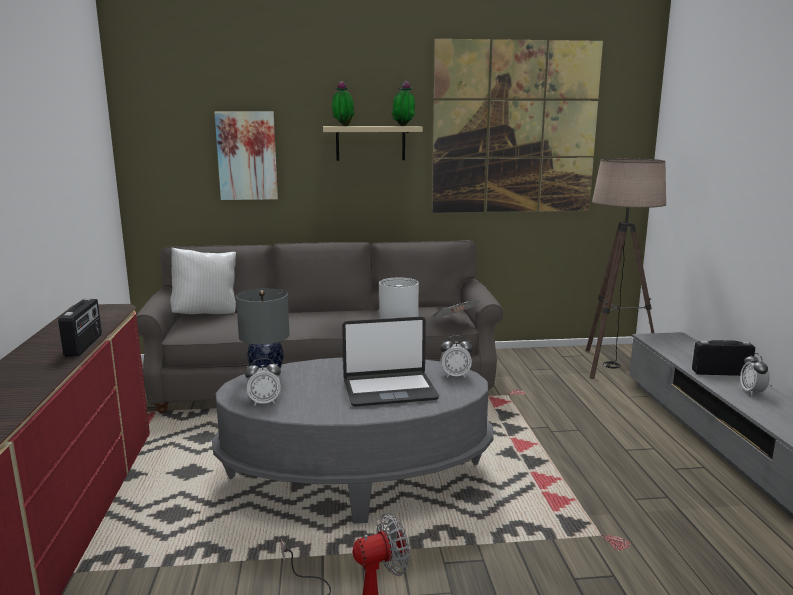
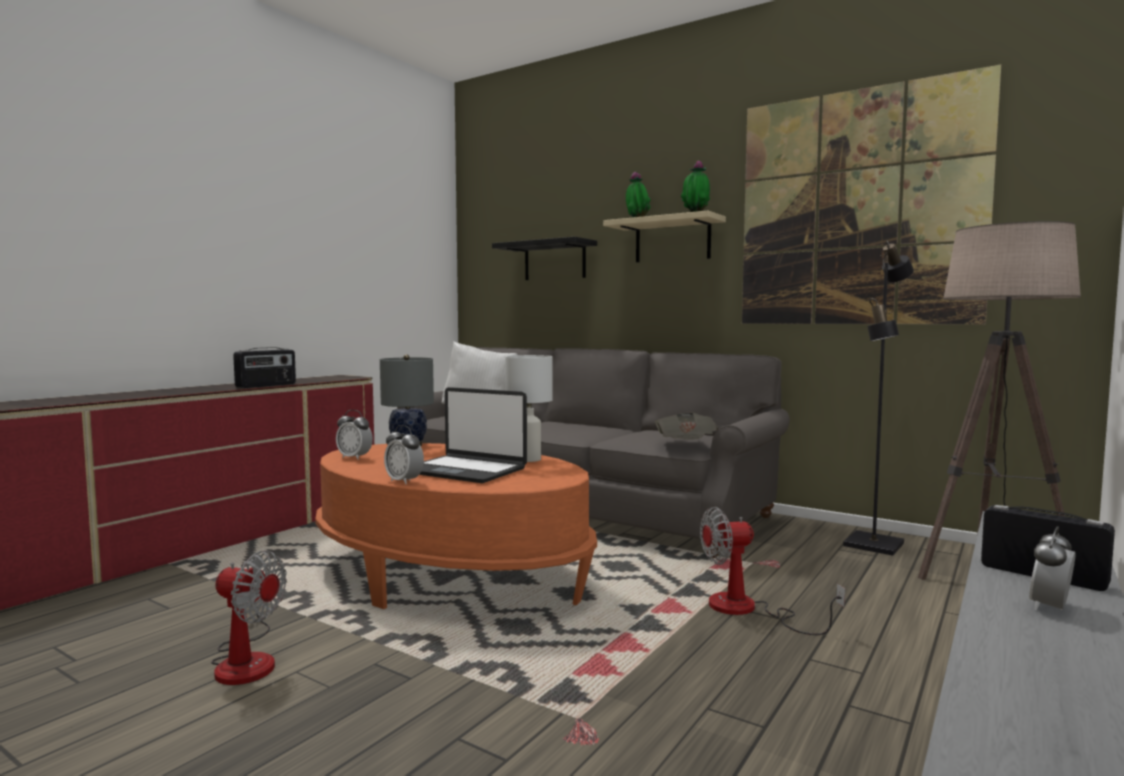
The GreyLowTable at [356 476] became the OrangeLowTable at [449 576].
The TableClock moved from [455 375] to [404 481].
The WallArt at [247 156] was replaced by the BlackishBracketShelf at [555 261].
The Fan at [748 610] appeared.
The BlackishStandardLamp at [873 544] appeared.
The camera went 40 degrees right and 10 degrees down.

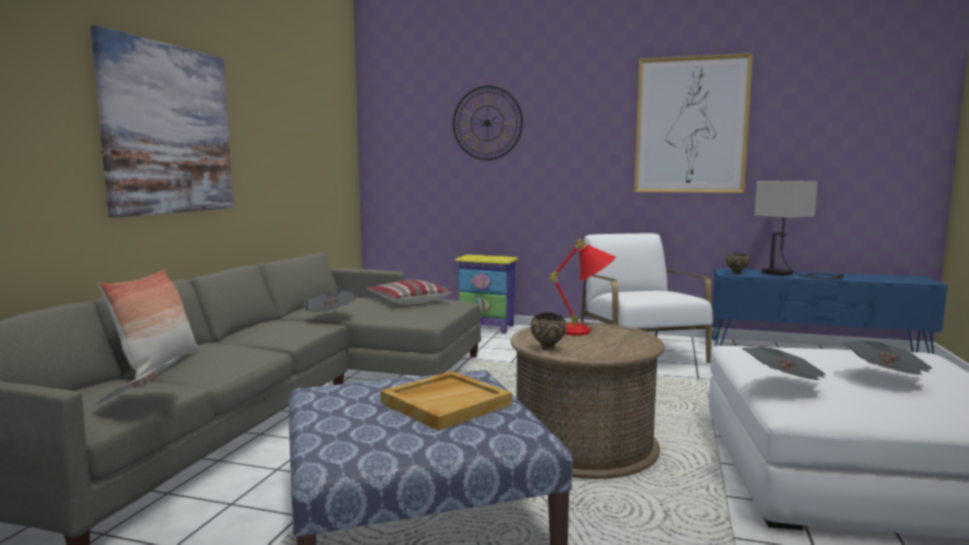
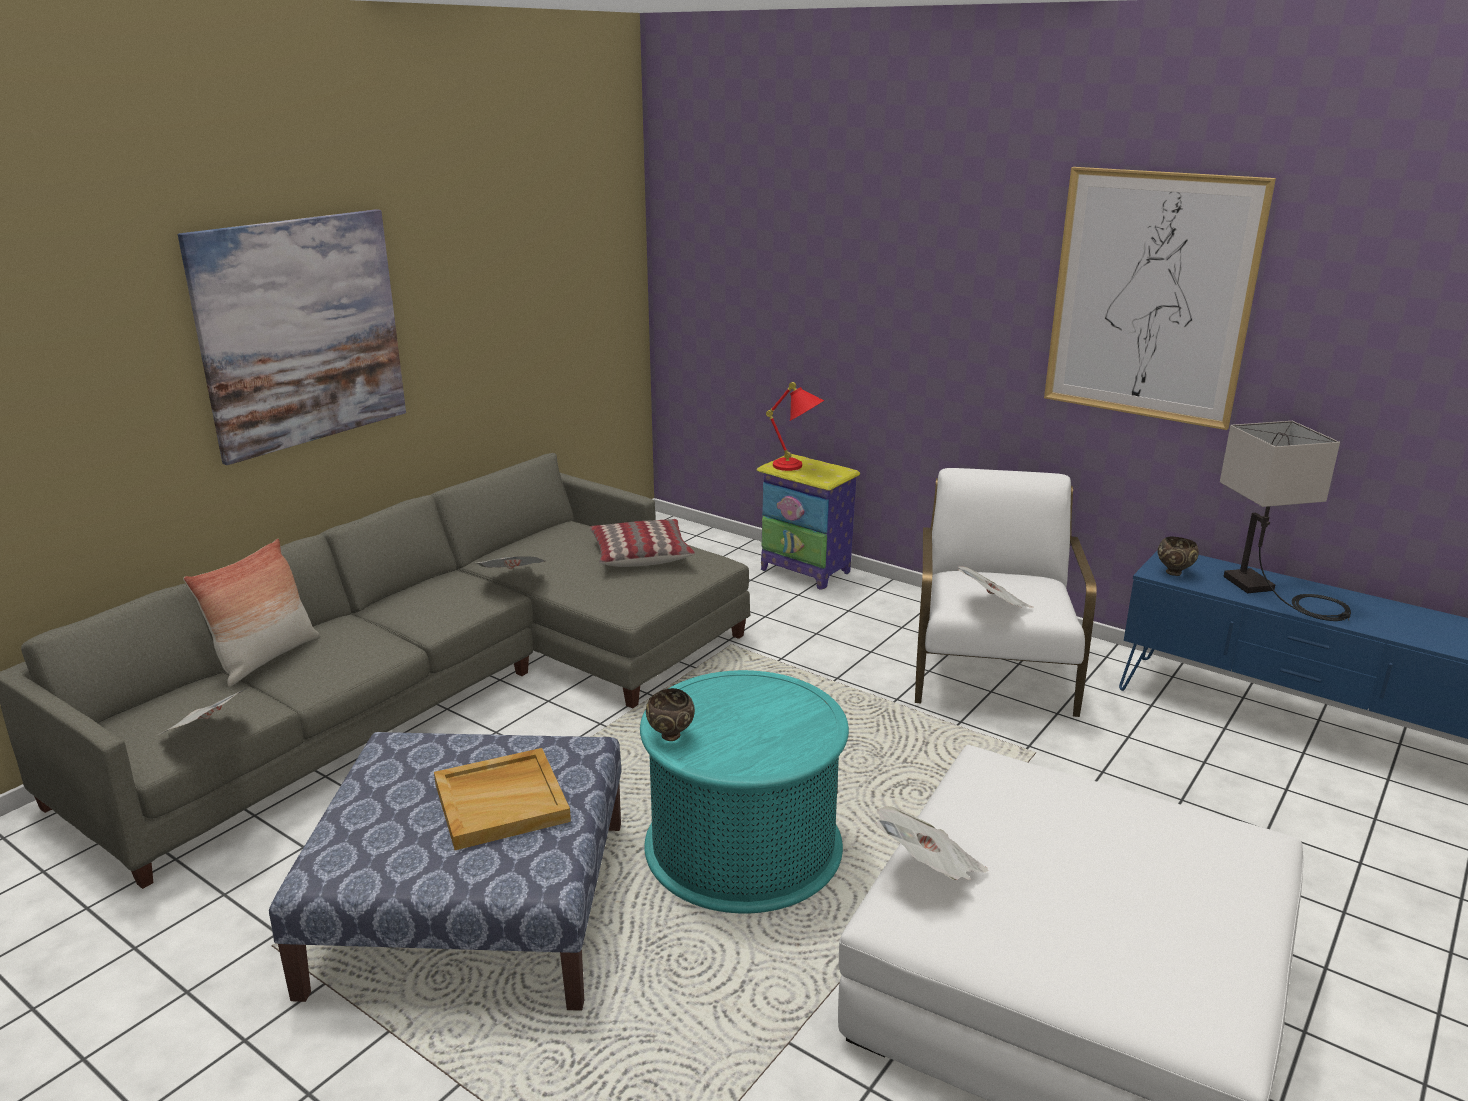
The BrownishLowTable at [583 444] became the TurquoiseLowTable at [743 845].
The RedColouredLampForATable moved from [586 332] to [797 467].
The PrintedPaper moved from [887 379] to [993 606].
The ClockOnTheWall at [487 123] disappeared.
The camera went 20 degrees right and 15 degrees up.

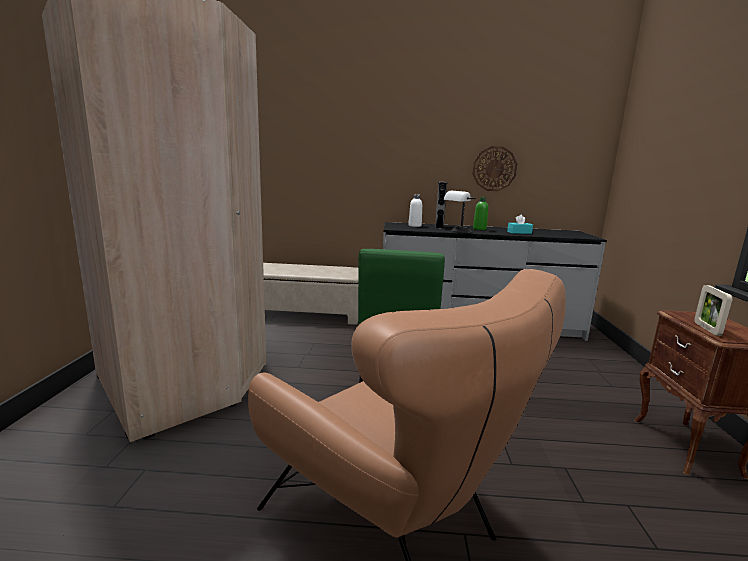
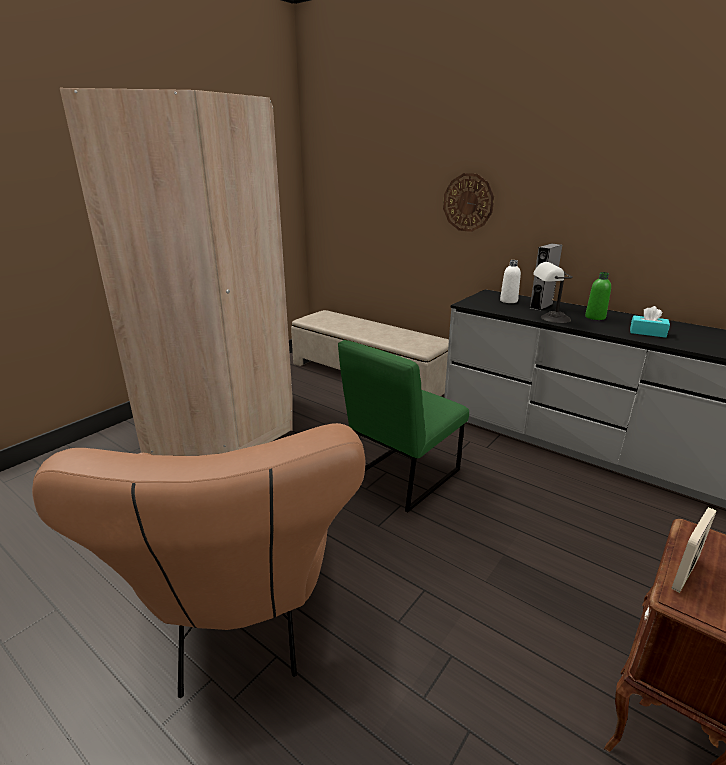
The ClockOnTheWall moved from [494 169] to [468 202].
The camera went 35 degrees right and 10 degrees up.

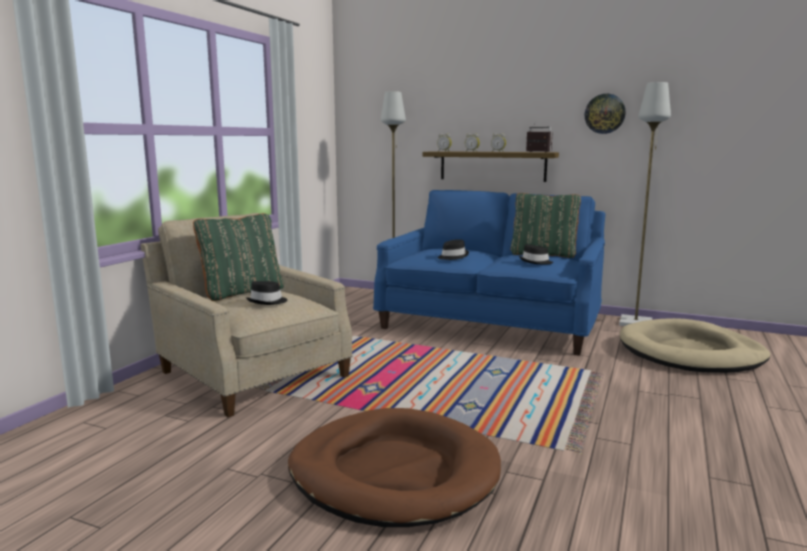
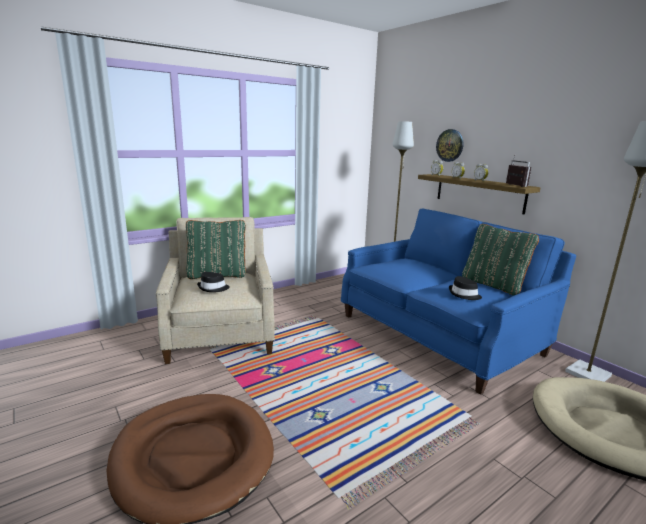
The ClockOnTheWall moved from [605 113] to [450 145].
The BlackishClothingHat at [452 257] disappeared.
The camera went 30 degrees right and 5 degrees up.

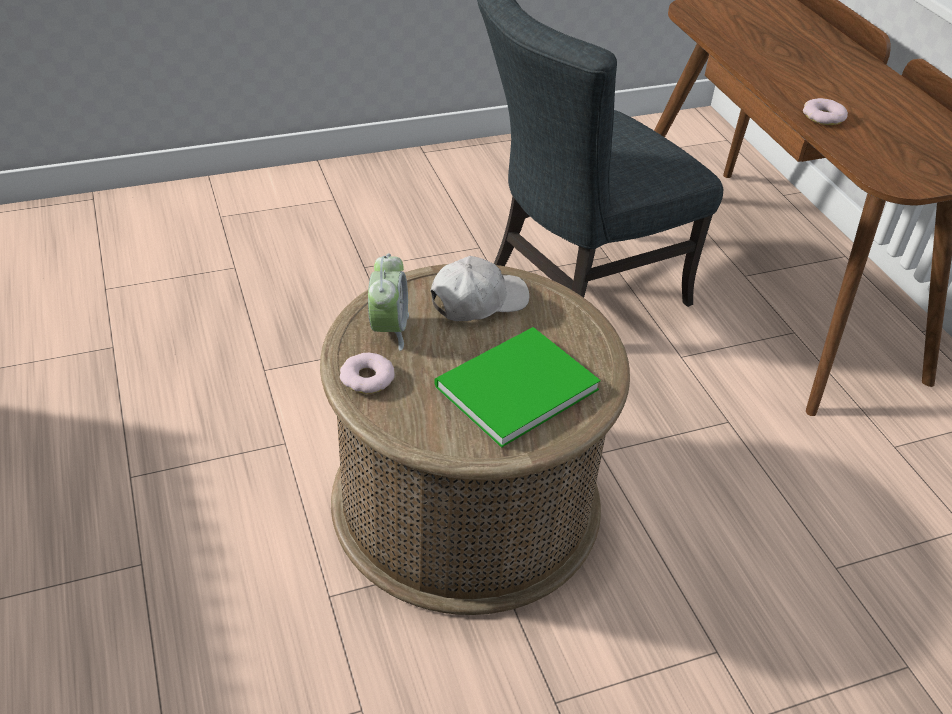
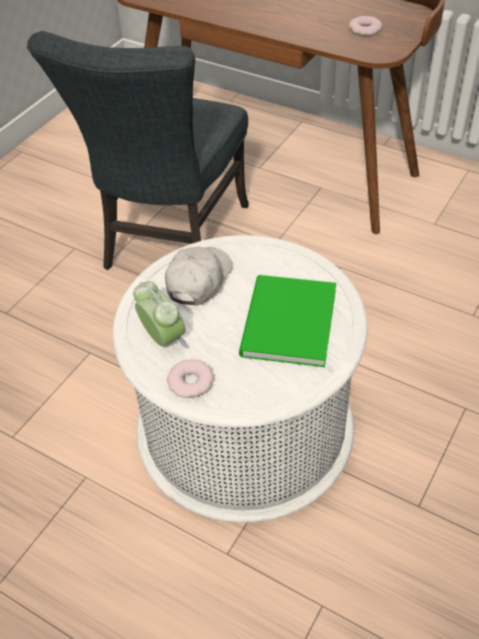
The BrownishLowTable at [466 500] became the WhitishLowTable at [245 425].
The Donut moved from [823 116] to [365 30].
The camera went 35 degrees left and 5 degrees up.

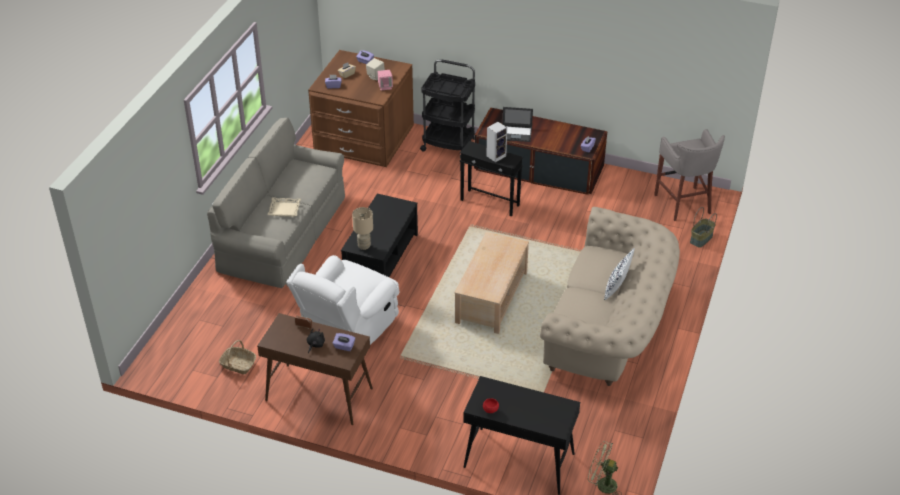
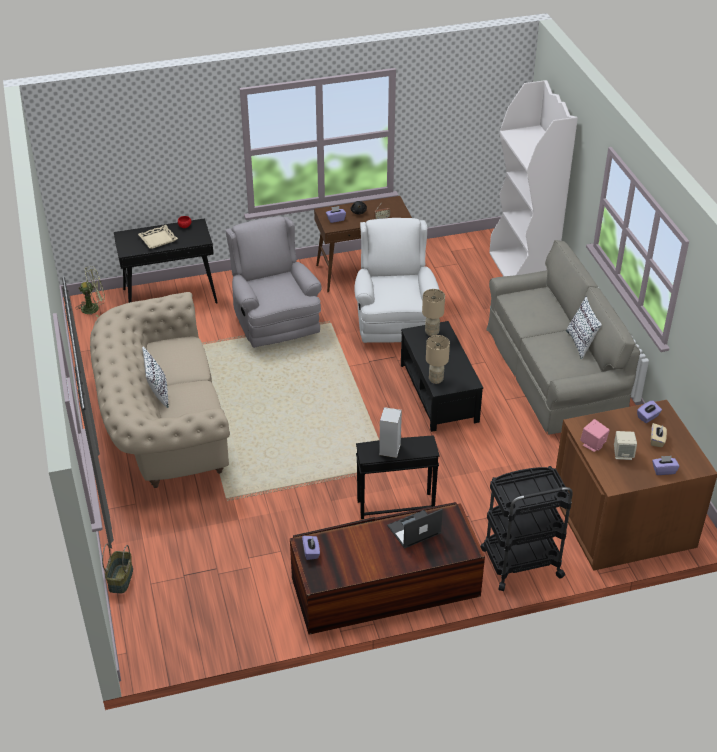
The BeigeCarryingTray moved from [284 209] to [158 239].
The GreyLoungeChair at [274 321] appeared.
The BeigeLampForATable at [435 380] appeared.
The WhitishBookcase at [522 271] appeared.
The WhitishPillow at [580 344] appeared.
The Basket at [238 364] disappeared.
The BeigeLowTable at [492 298] disappeared.
The GreyStoolSeat at [684 204] disappeared.
The camera went 145 degrees right and 0 degrees up.

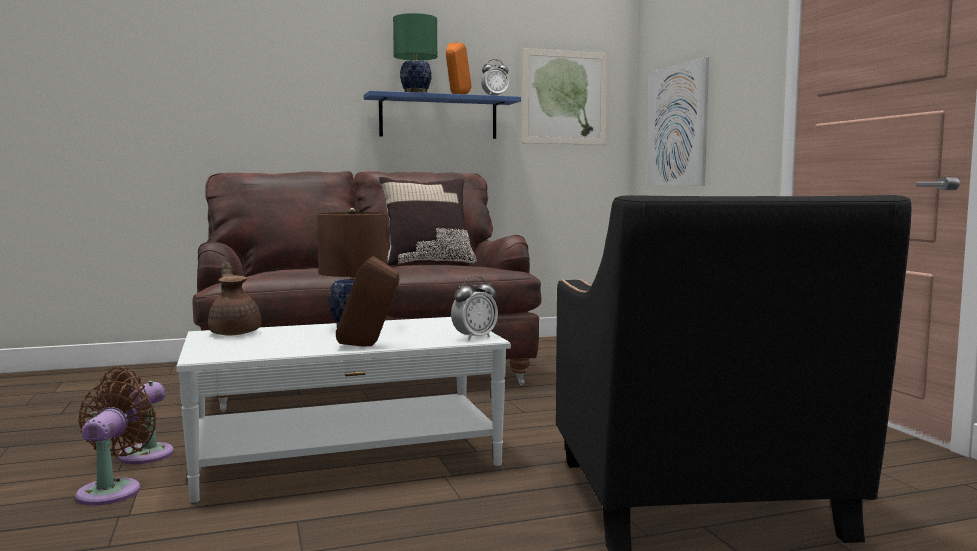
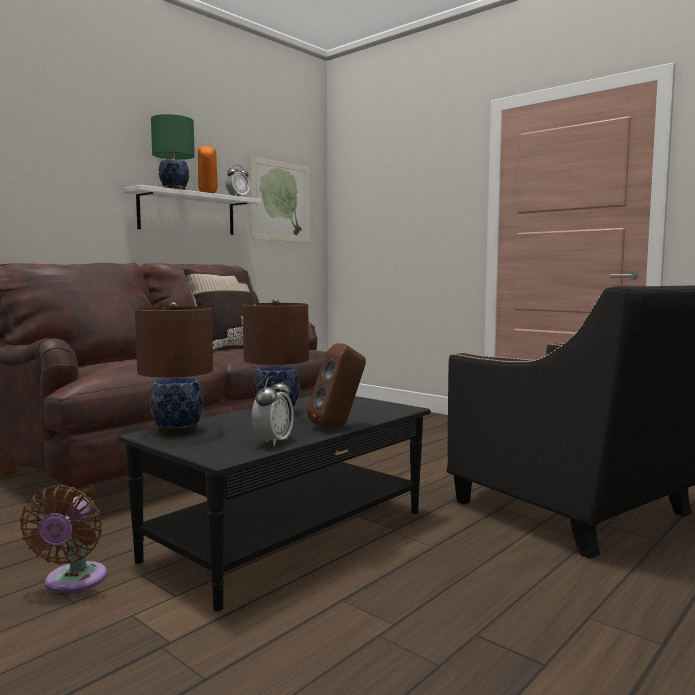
The WhitishLowTable at [348 459] became the BlackishLowTable at [291 536].
The BluishBracketShelf at [438 117] became the WhitishBracketShelf at [187 213].
The BrownishTeaPot at [235 333] was replaced by the BrownishLampForATable at [178 430].
The TableClock moved from [474 337] to [273 441].
The BrownishFan at [112 490] disappeared.
The WallArt at [677 125] disappeared.
The camera went 30 degrees left and 0 degrees up.

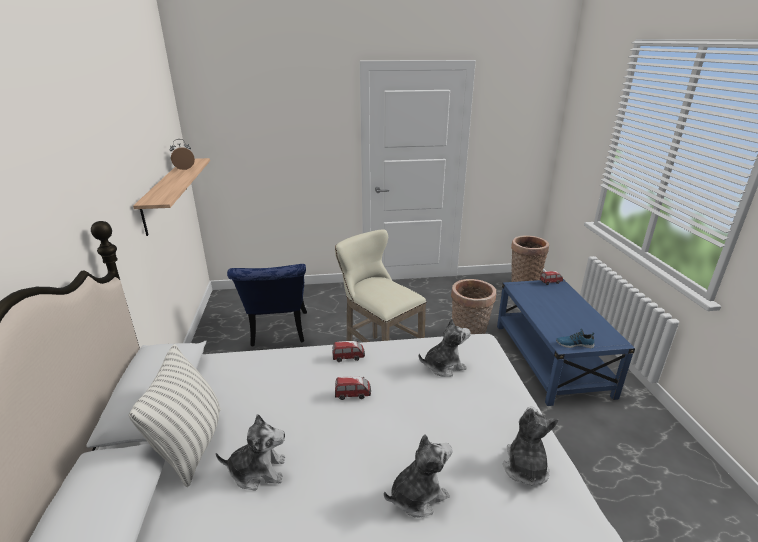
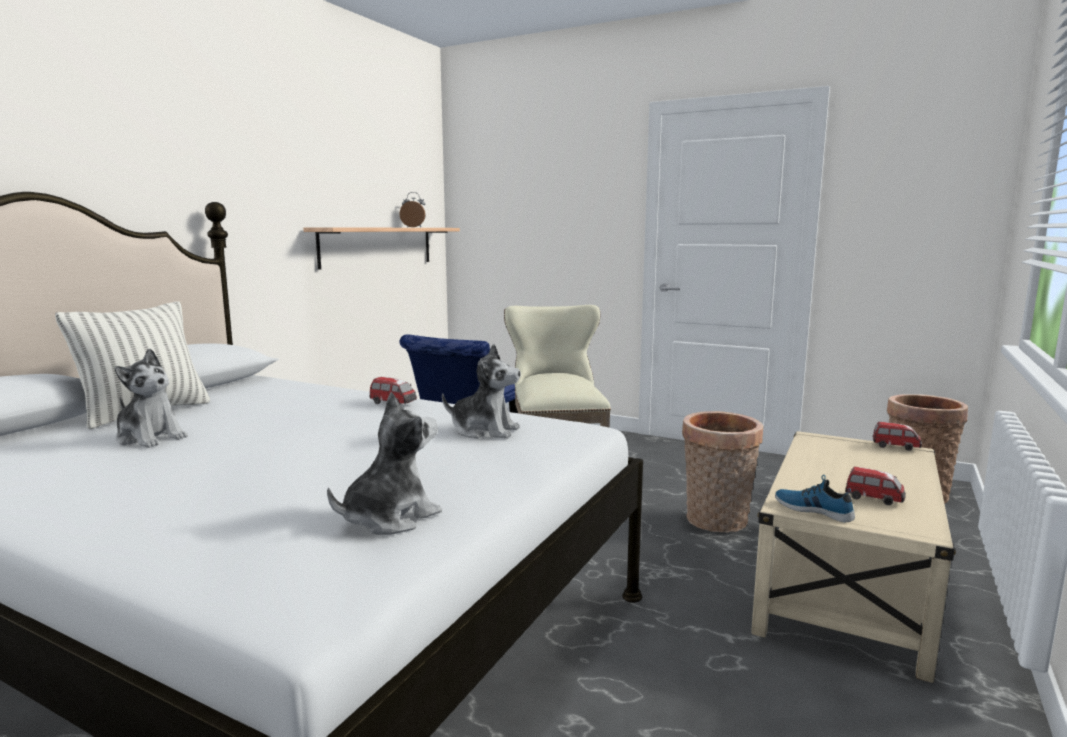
The BluishLowTable at [551 359] became the BeigeLowTable at [845 587].
The ToyCar moved from [353 394] to [874 499].
The CuddlyToy at [417 495] disappeared.
The camera went 35 degrees right and 15 degrees down.

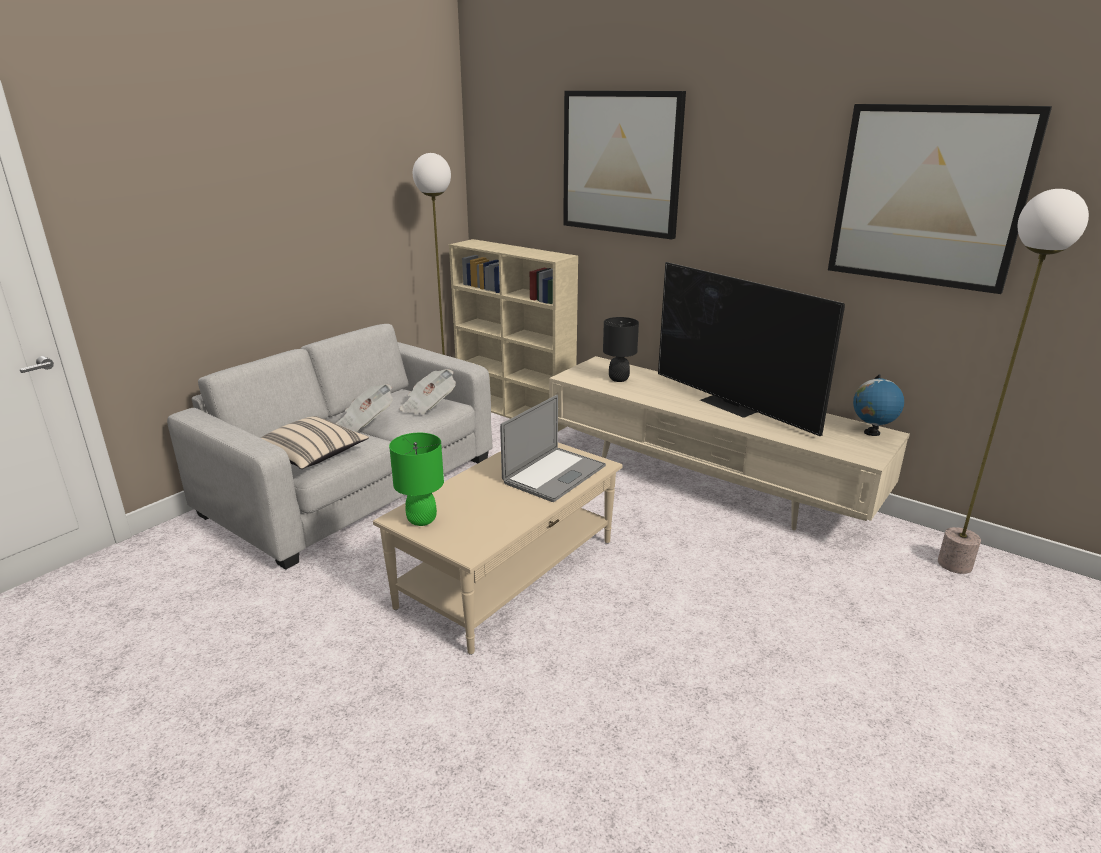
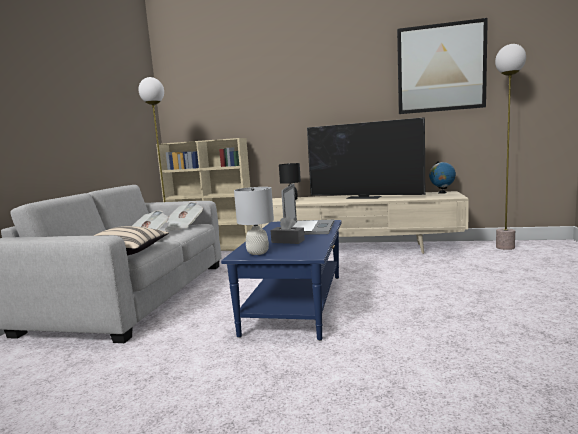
The BeigeLowTable at [509 572] became the BluishLowTable at [296 302].
The GreenLampForATable at [423 521] became the GreyLampForATable at [259 253].
The GreyTissueHolder at [288 241] appeared.
The WallArt at [621 163] disappeared.
The camera went 25 degrees left and 15 degrees down.

